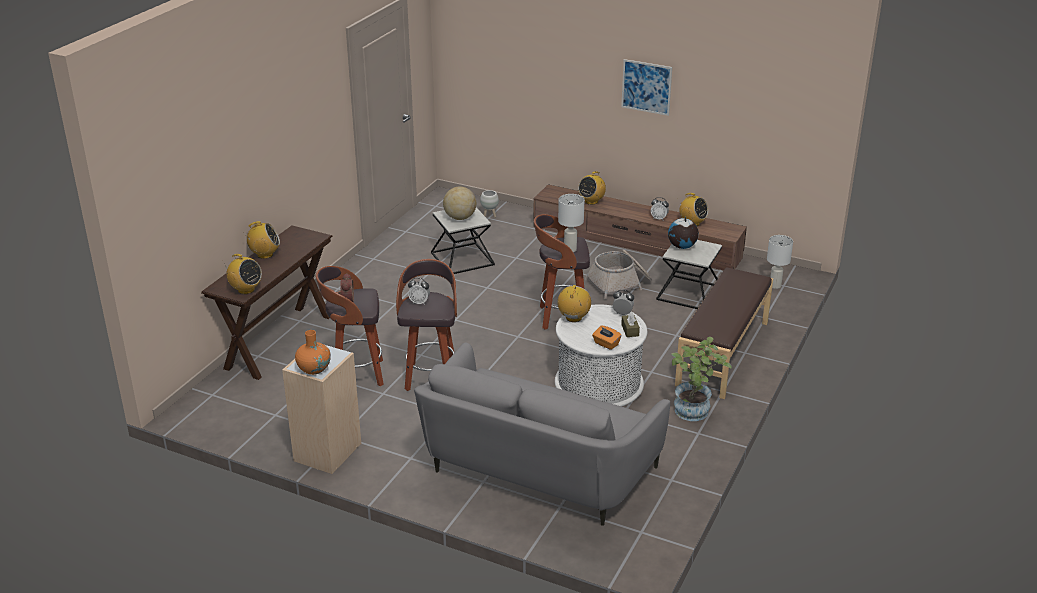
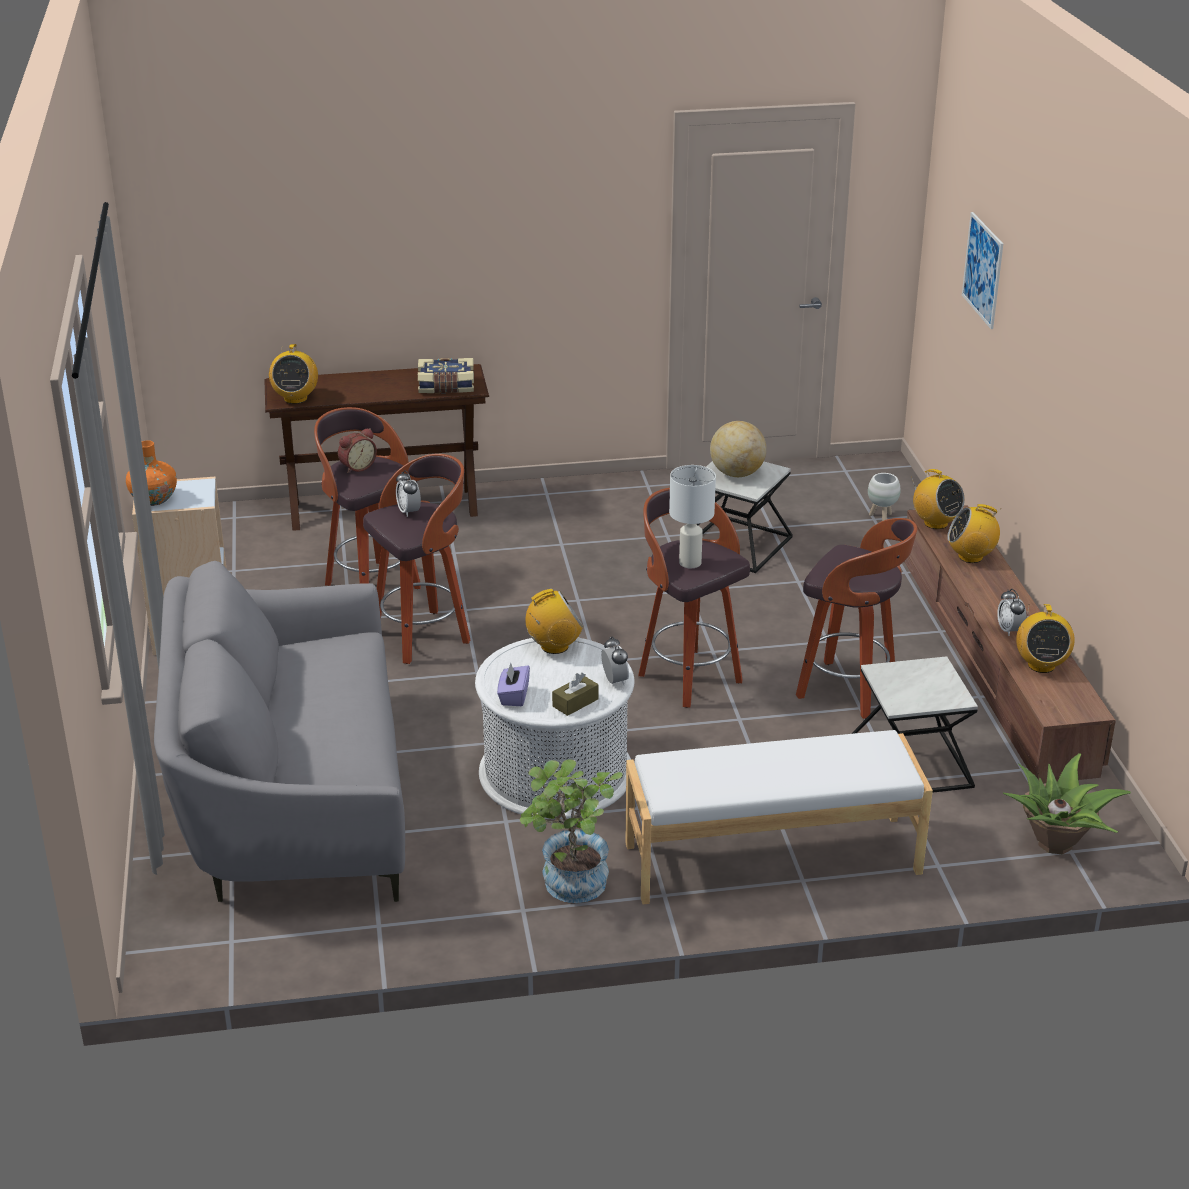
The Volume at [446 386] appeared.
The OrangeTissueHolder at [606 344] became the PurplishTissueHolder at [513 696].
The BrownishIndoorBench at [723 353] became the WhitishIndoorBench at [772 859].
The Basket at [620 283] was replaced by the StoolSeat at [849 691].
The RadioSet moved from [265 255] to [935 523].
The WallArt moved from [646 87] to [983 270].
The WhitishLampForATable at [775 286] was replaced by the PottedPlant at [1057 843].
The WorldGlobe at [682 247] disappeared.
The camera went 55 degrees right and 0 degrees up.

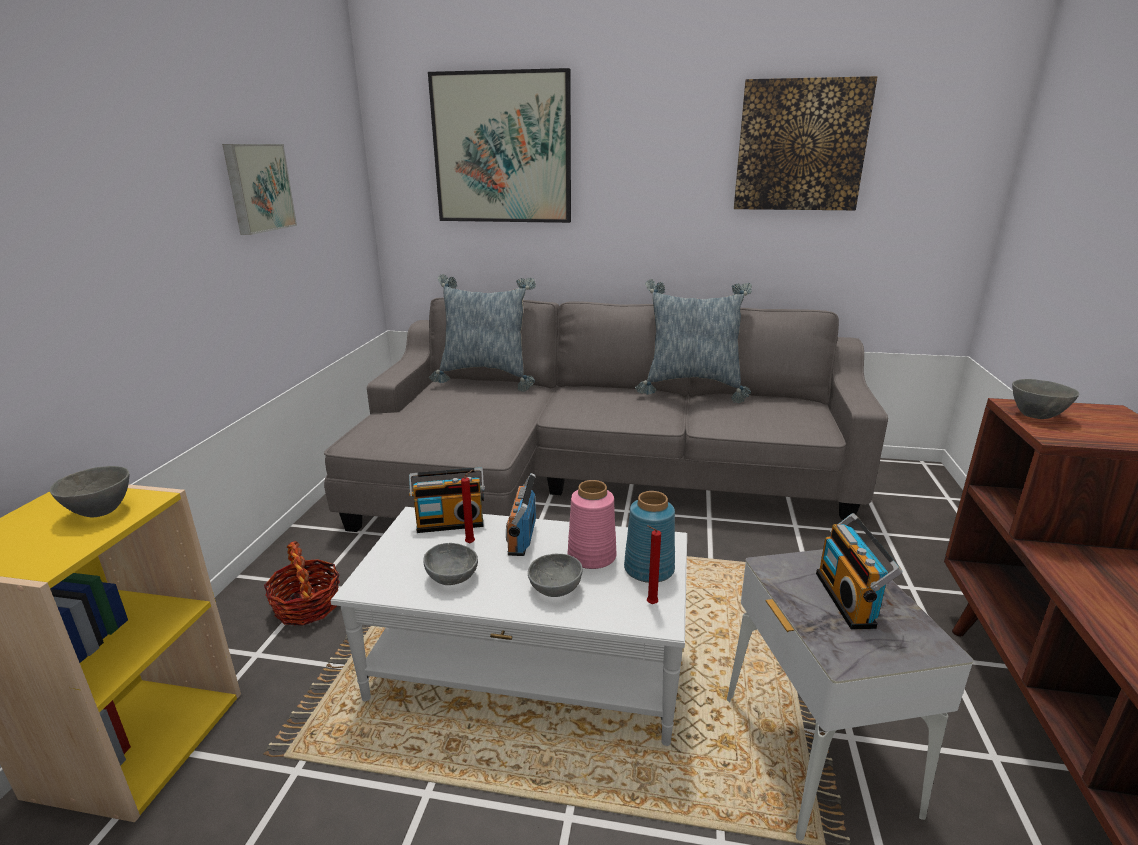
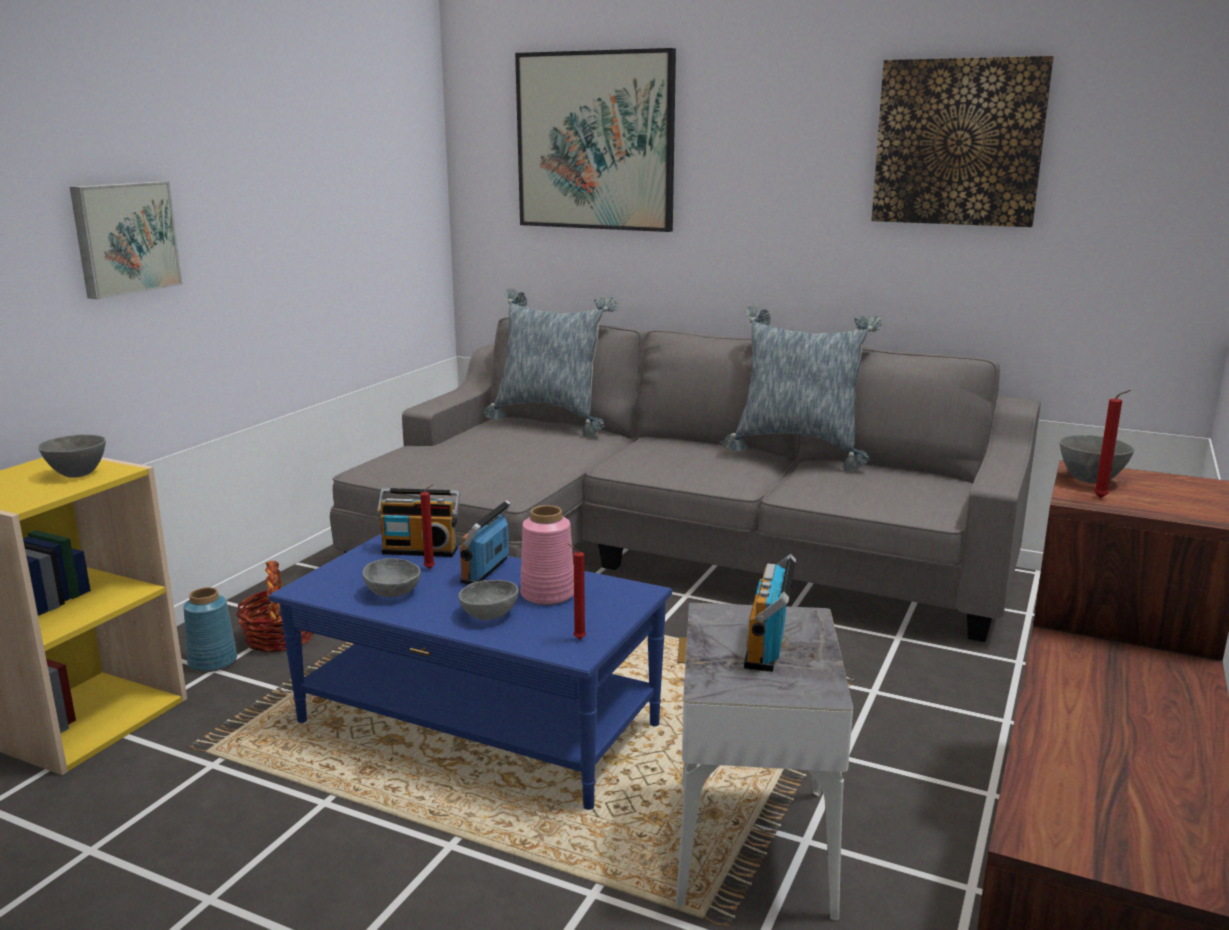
The WallArt moved from [258 188] to [124 238].
The BluishFlowerVase moved from [648 569] to [212 662].
The WhitishLowTable at [528 669] became the BluishLowTable at [479 724].
The RedColouredWaxLight at [1103 498] appeared.
The camera went 15 degrees right and 5 degrees down.

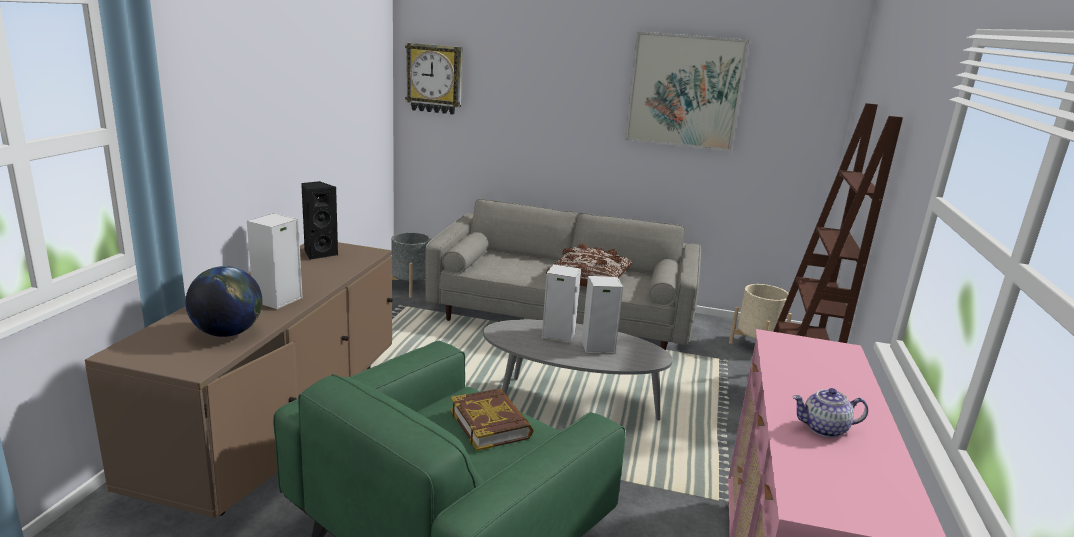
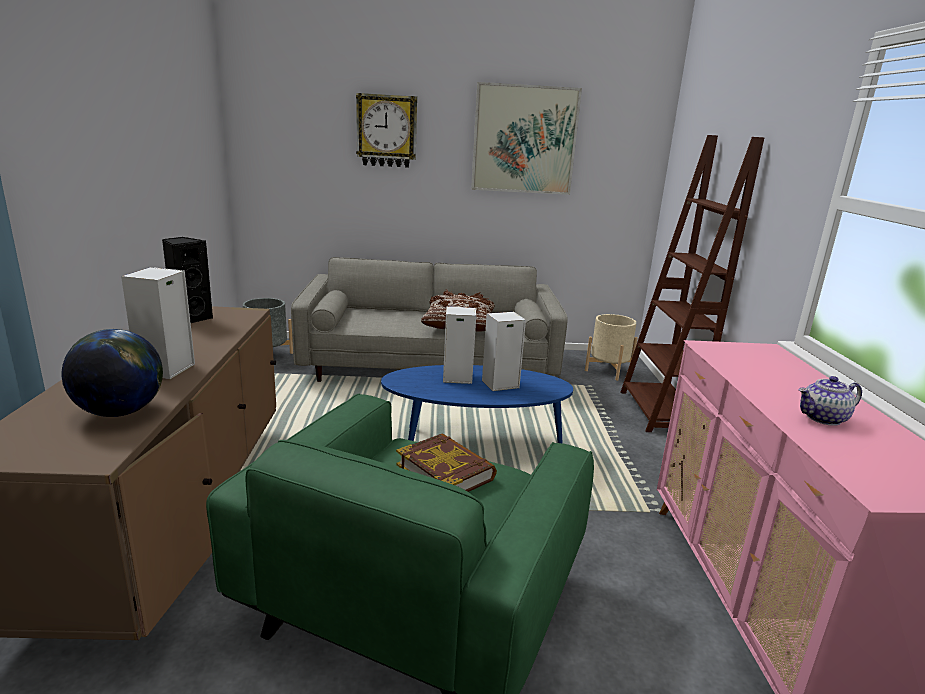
The ClockOnTheWall moved from [434 79] to [386 131].
The GreyLowTable at [570 403] became the BluishLowTable at [473 444].
The camera went 15 degrees left and 0 degrees up.

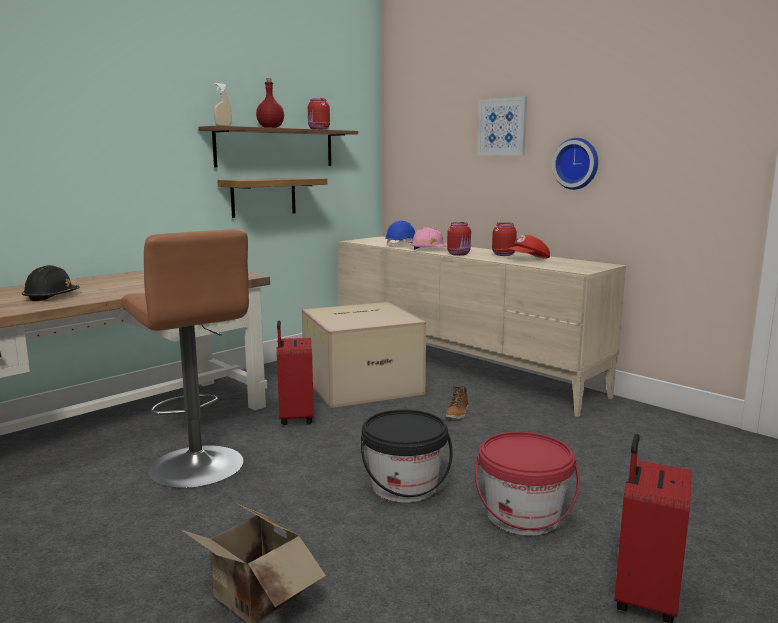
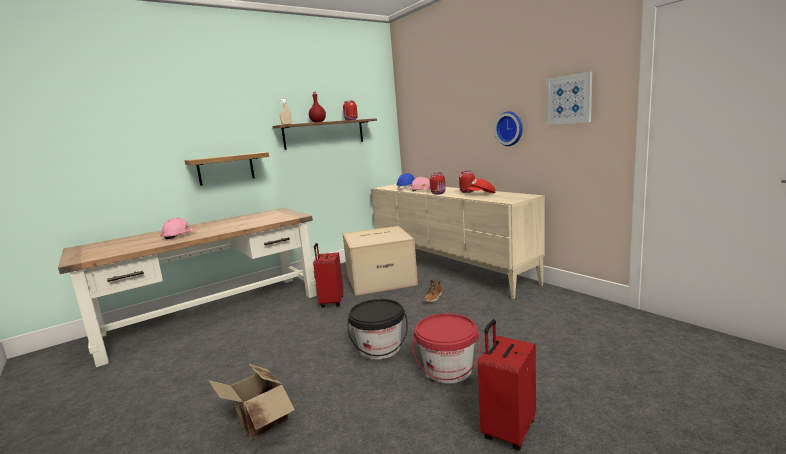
The BlackishSafetyHelmet at [51 297] became the PinkishSafetyHelmet at [178 236].
The BracketShelf moved from [263 197] to [226 169].
The WallArt moved from [502 127] to [569 99].
The BrownishStoolSeat at [196 467] disappeared.
The camera went 10 degrees right and 0 degrees up.

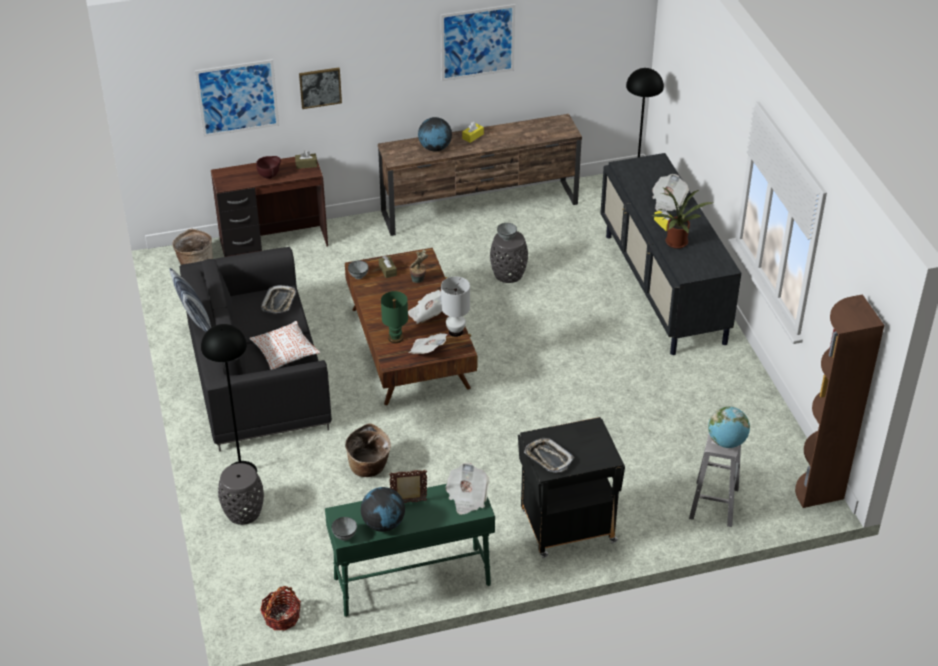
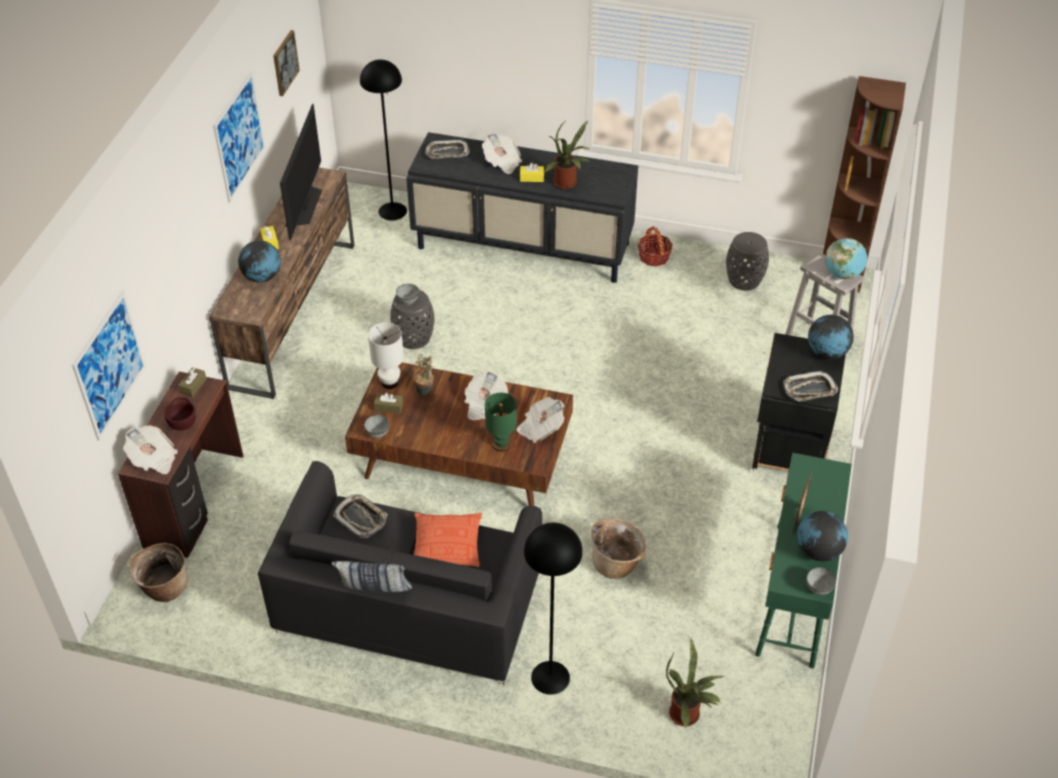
The PrintedPaper moved from [467 497] to [153 459].
The WallArt moved from [320 87] to [285 62].
The Tv at [304 205] appeared.
The WhitishLampForATable moved from [455 331] to [389 383].
The WhitishPillow at [285 352] became the OrangePillow at [447 547].
The CarryingTray at [447 153] appeared.
The Basket moved from [282 617] to [654 257].
The PottedPlant at [687 714] appeared.
The GreyStoolSeat moved from [243 512] to [744 280].
The WorldGlobe at [827 353] appeared.
The camera went 60 degrees left and 5 degrees up.

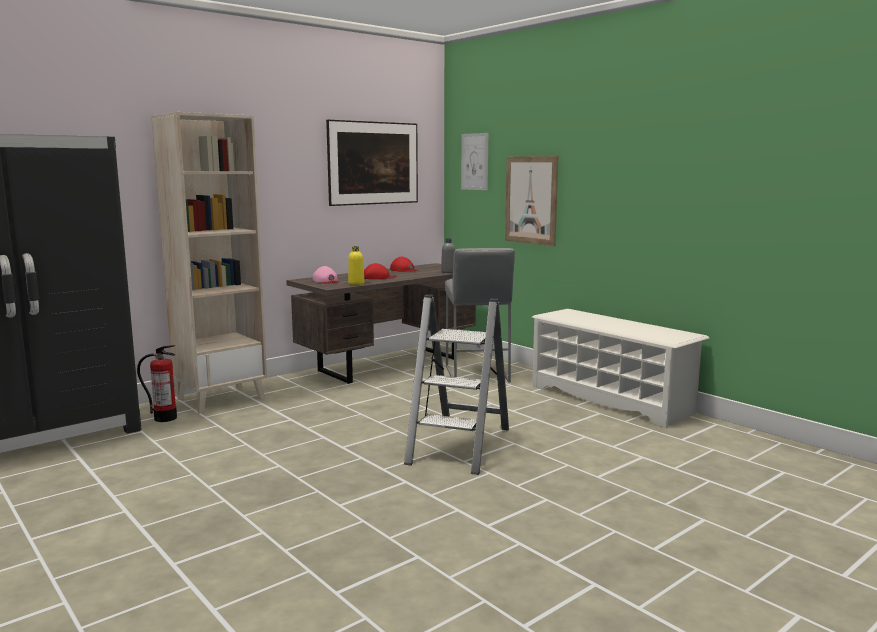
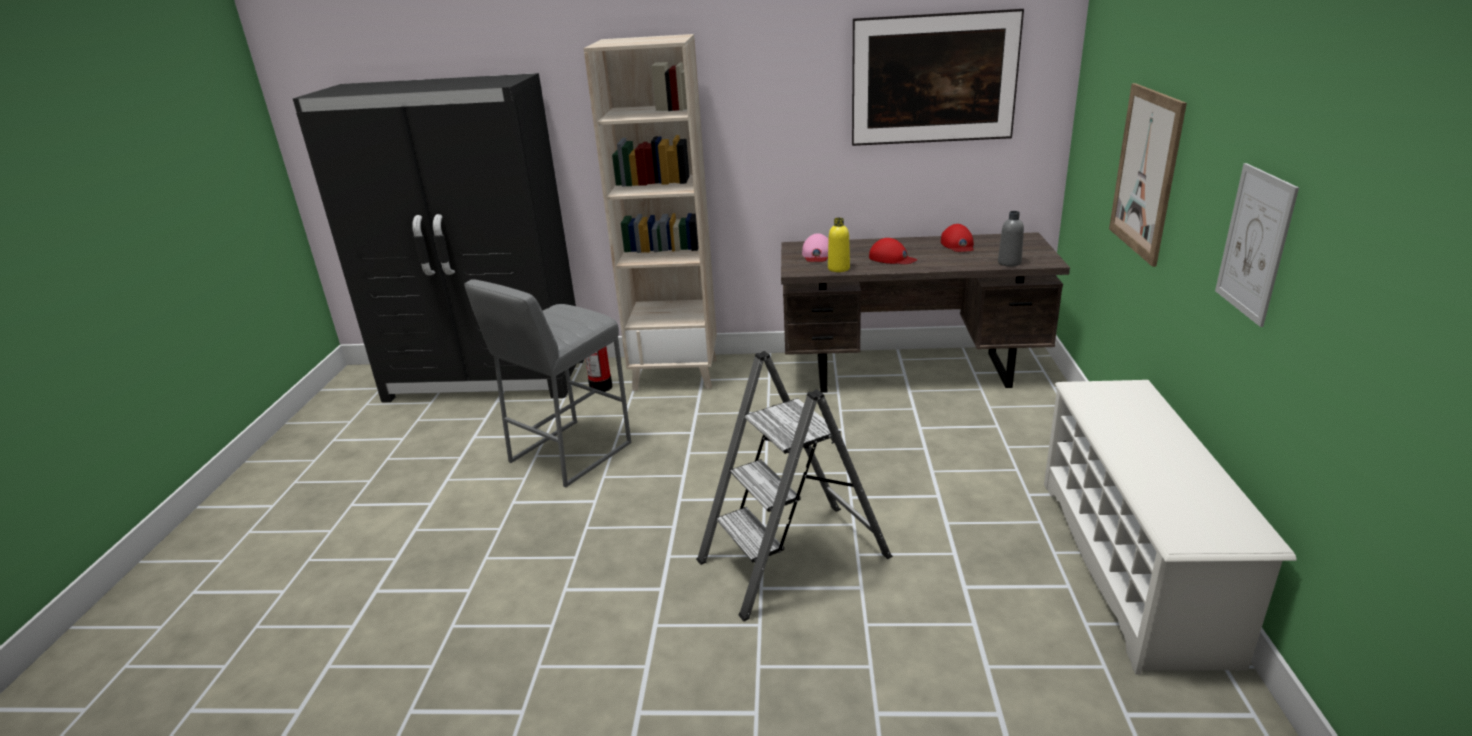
The GreyStoolSeat moved from [477 375] to [569 453].
The WallArt moved from [474 161] to [1254 243].
The camera went 45 degrees right and 15 degrees up.

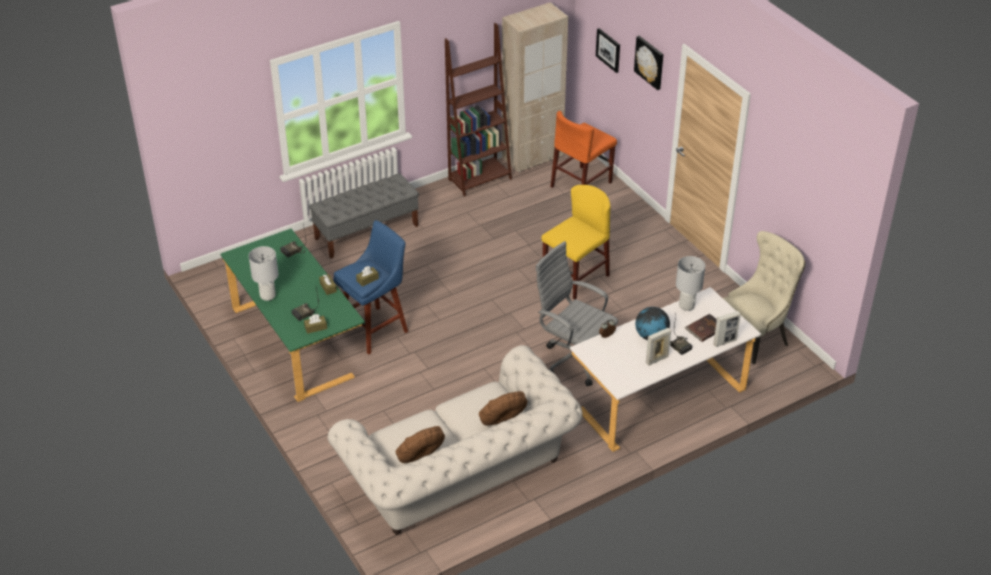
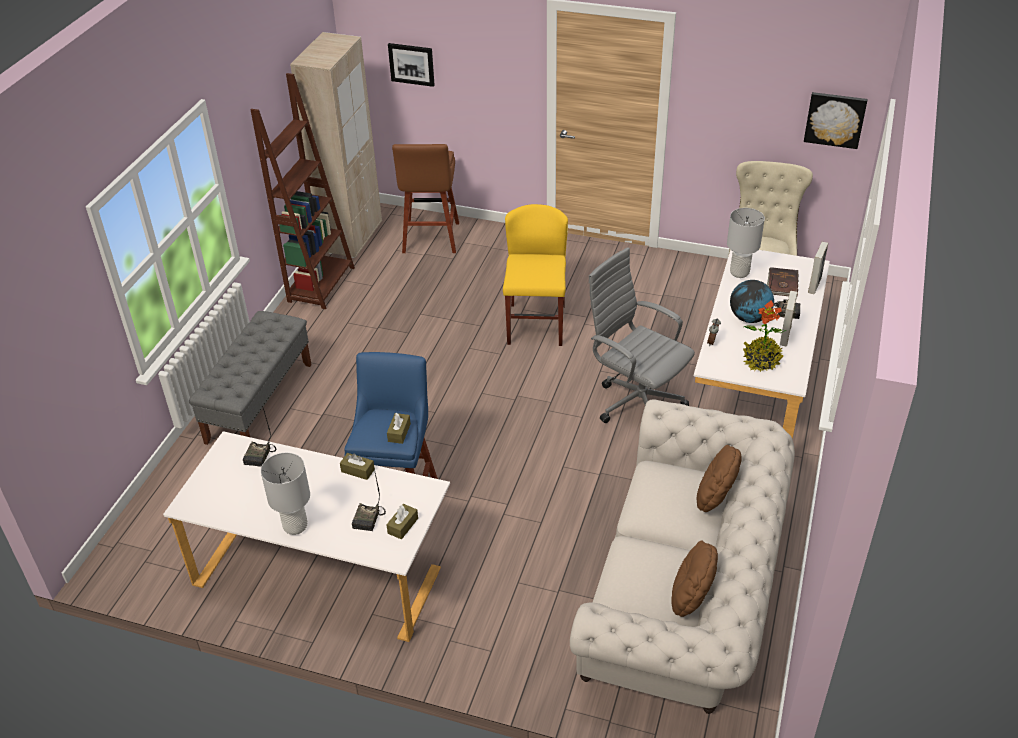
The GreenDeskUnit at [297 341] became the WhitishDeskUnit at [322 572].
The OrangePlainChair at [581 184] was replaced by the BrownishStoolSeat at [430 238].
The GreyComputerChair at [573 359] turned 45 degrees clockwise.
The PottedPlant at [761 361] appeared.
The WallArt moved from [650 62] to [835 119].
The camera went 40 degrees left and 0 degrees up.

